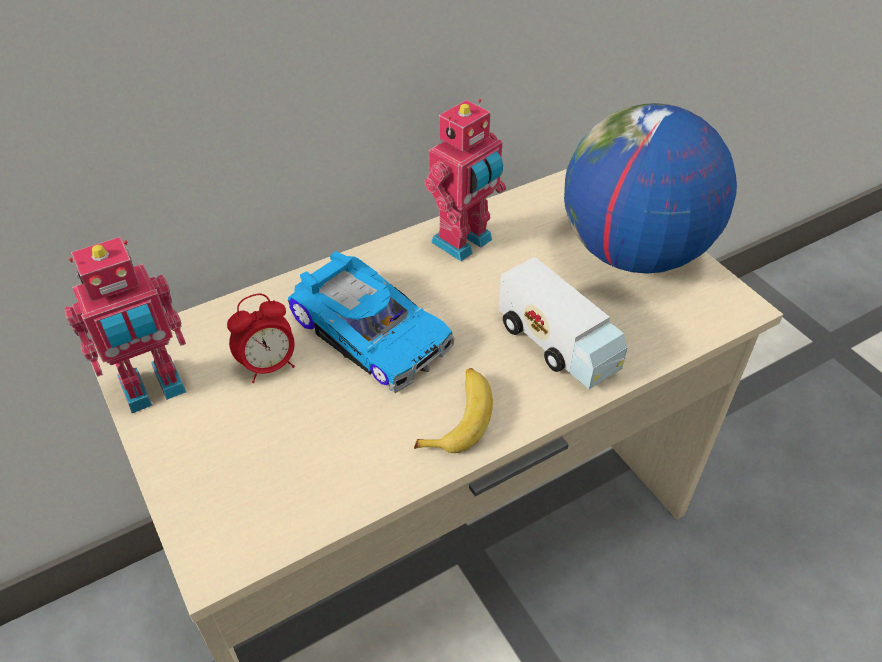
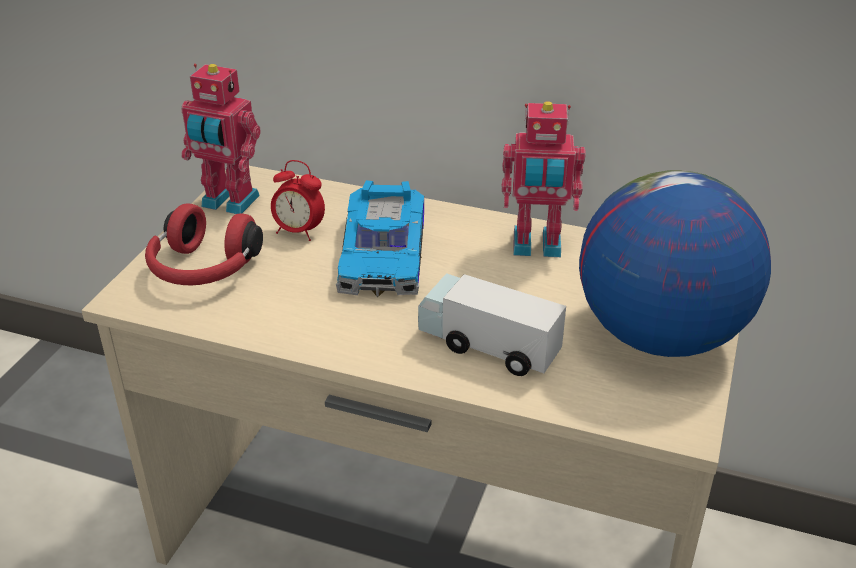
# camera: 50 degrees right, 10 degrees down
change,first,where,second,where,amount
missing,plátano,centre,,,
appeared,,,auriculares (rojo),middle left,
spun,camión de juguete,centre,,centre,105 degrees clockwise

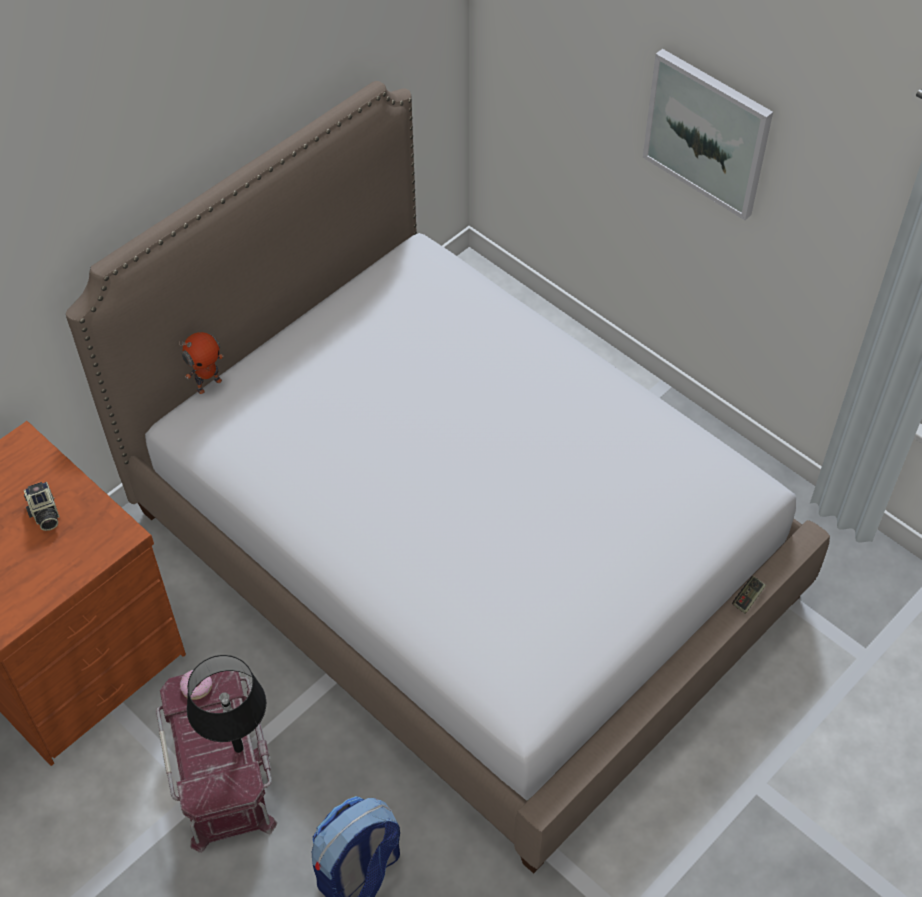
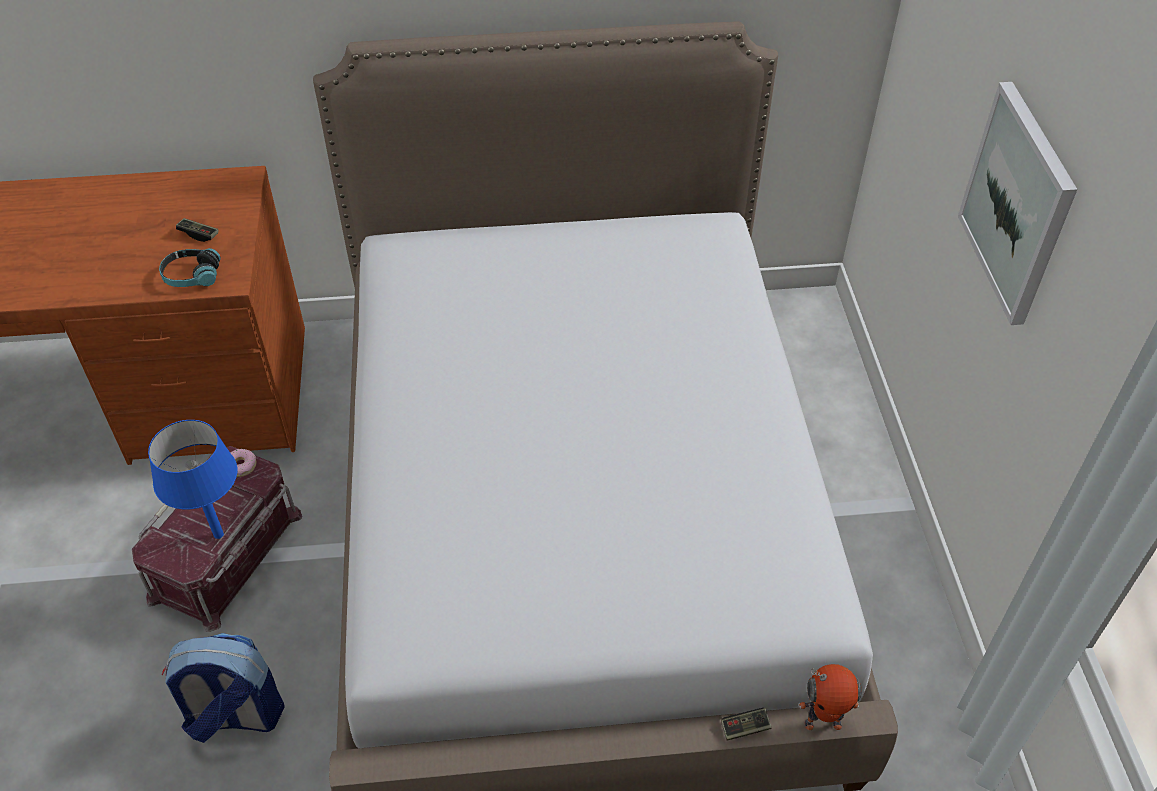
# camera: 40 degrees right, 5 degrees down
change,first,where,second,where,amount
appeared,,,auriculares,middle left,
relocated,robot de juguete,middle left,,bottom right,
exchanged,cámara,middle left,mando de consola (no. 1 from left),top left,
colour,lámpara de mesa (negro),bottom left,lámpara de mesa (azul),middle left,

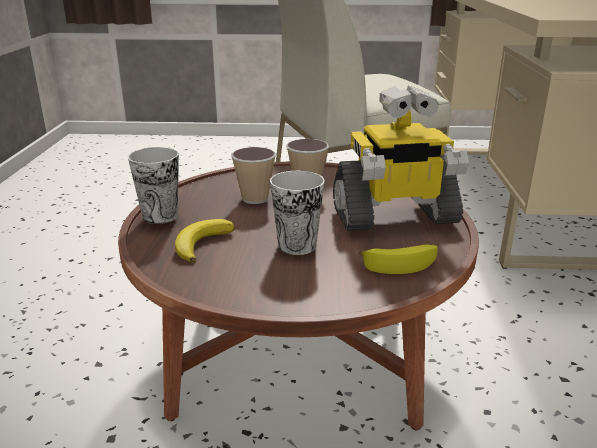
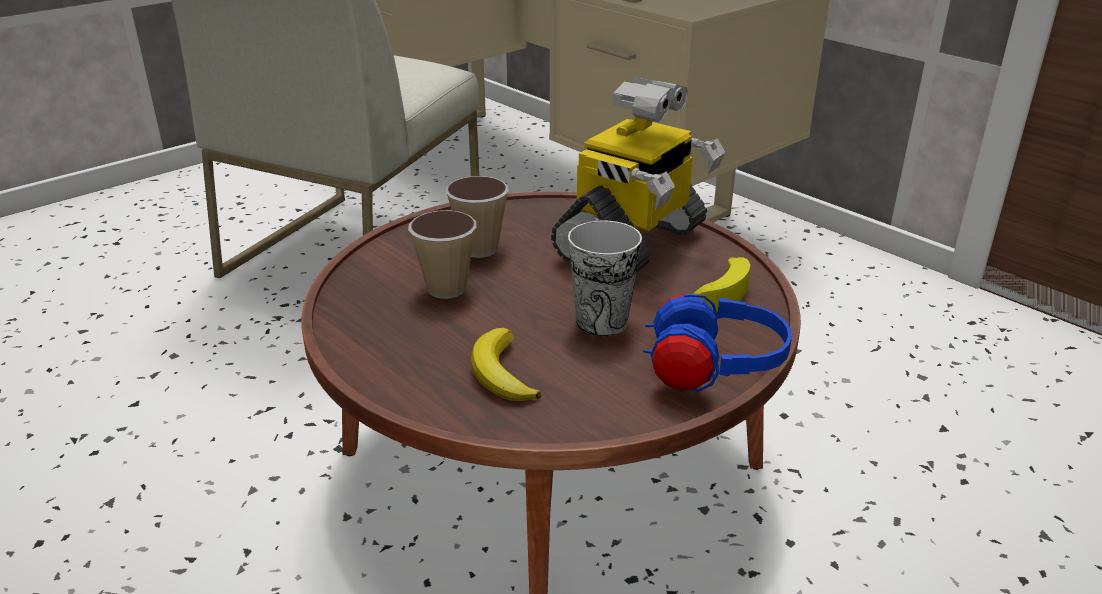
# camera: 45 degrees left, 5 degrees up
change,first,where,second,where,amount
missing,taza (no. 1 from left),middle left,,,
appeared,,,auriculares (azul),centre,

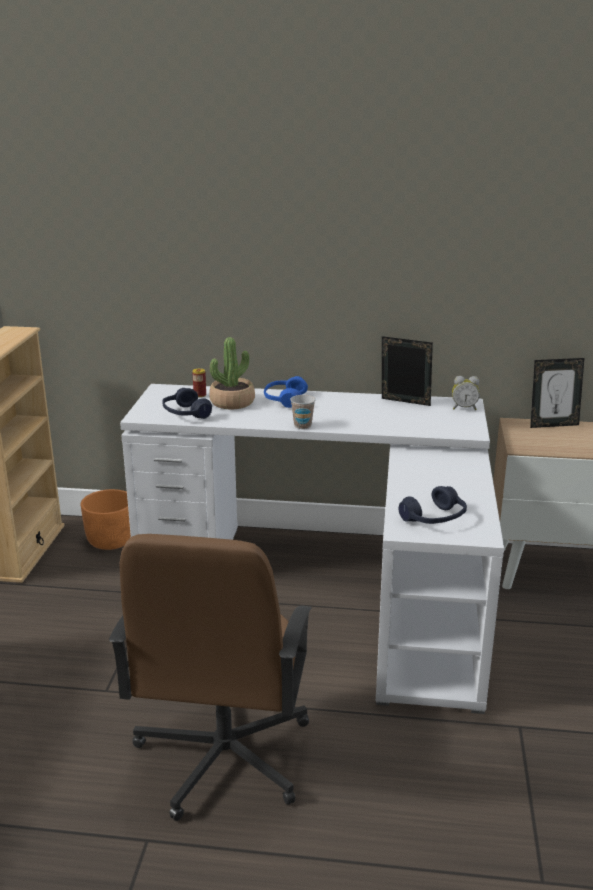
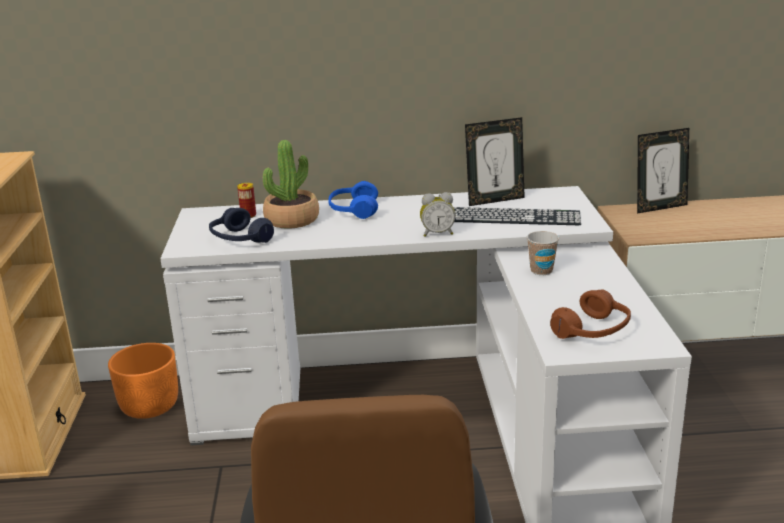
# camera: 10 degrees left, 0 degrees up
change,first,where,second,where,amount
appeared,,,teclado,centre,
relocated,taza,centre,,middle right,
relocated,despertador,middle right,,centre,
colour,auriculares (azul) (no. 3 from left),middle right,auriculares (marrón),middle right,
spun,portarretratos (no. 1 from left),middle right,,top centre,150 degrees clockwise

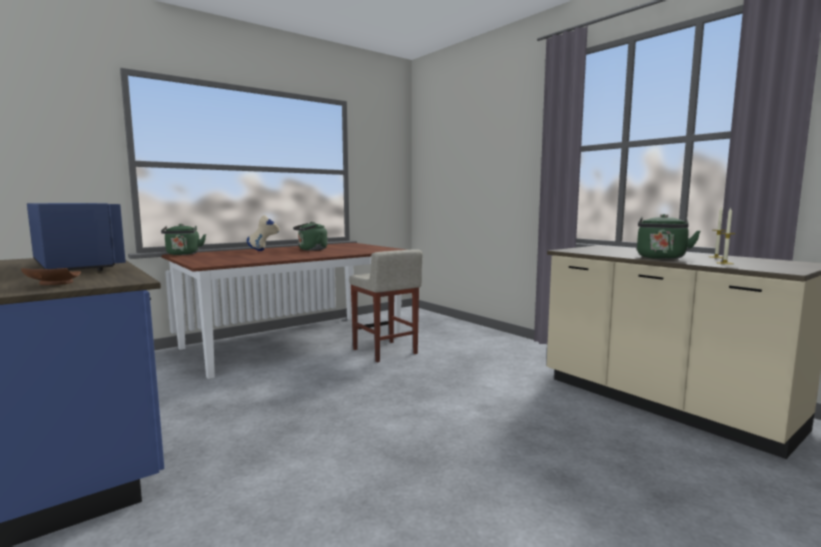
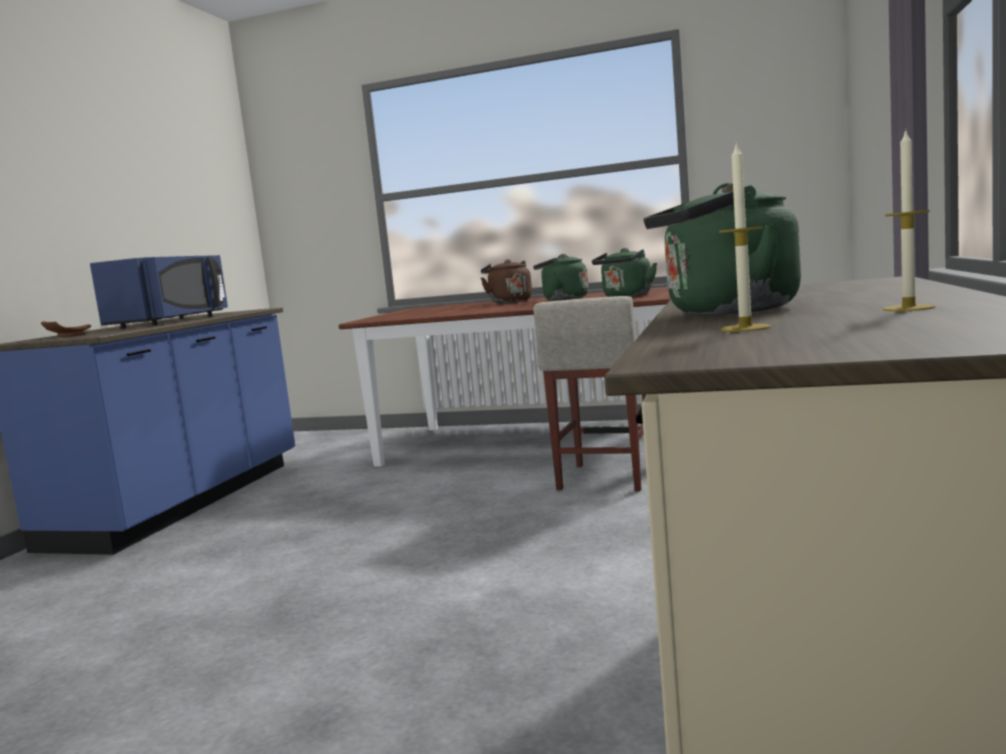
# camera: 55 degrees right, 0 degrees up
change,first,where,second,where,amount
relocated,hervidor (verde) (no. 1 from left in the first image),middle left,hervidor (verde) (no. 2 from left),centre,
exchanged,florero (beis),middle left,hervidor (marrón),centre,

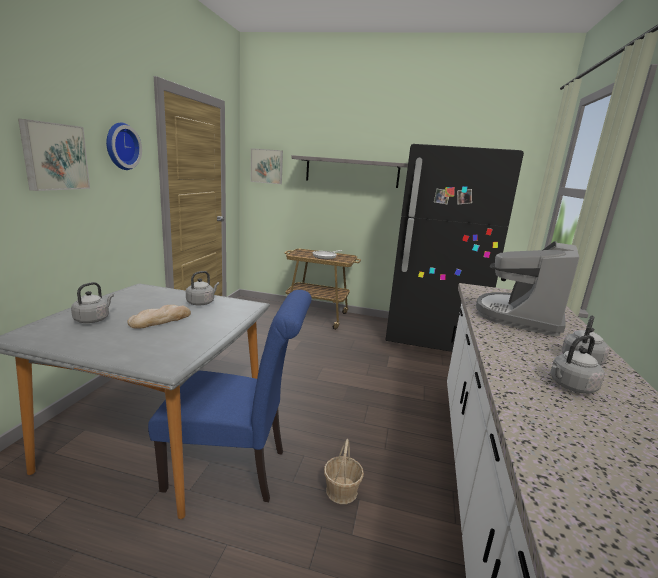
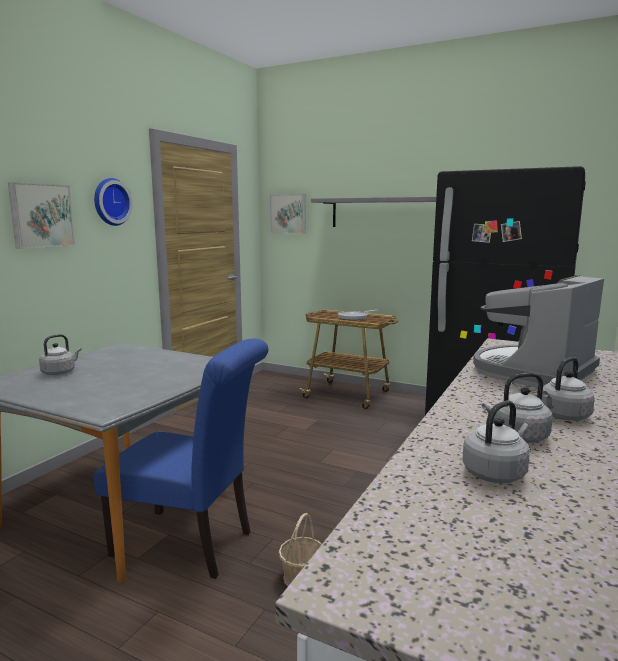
# camera: 15 degrees right, 5 degrees down
change,first,where,second,where,amount
missing,pan,middle left,,,
relocated,hervidor (gris) (no. 2 from left),middle left,,bottom right,

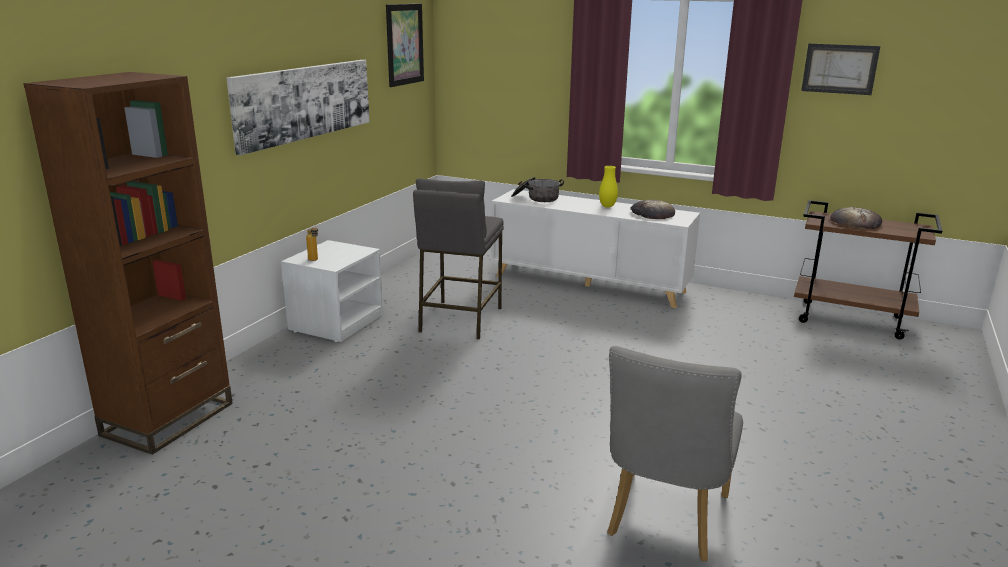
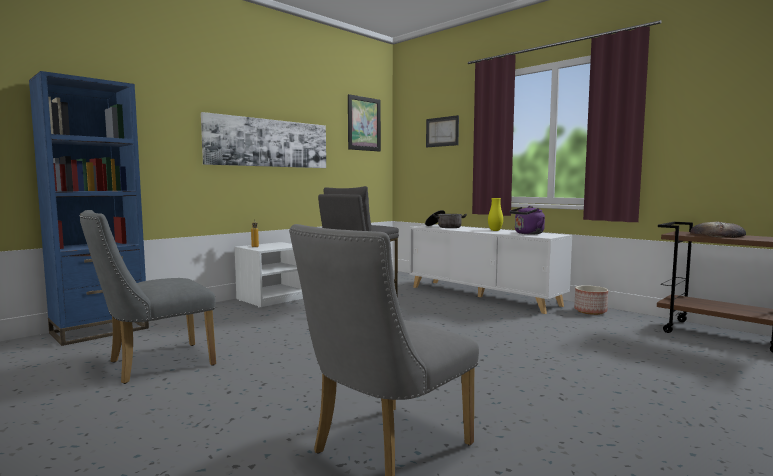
# camera: 20 degrees right, 15 degrees down
change,first,where,second,where,amount
appeared,,,silla (gris) (no. 1 from left),middle left,
appeared,,,maceta,middle right,
relocated,cuadro (no. 3 from left),top right,,top centre,
exchanged,pan (no. 1 from left),centre,hervidor (morado),middle right,
colour,estantería (marrón),middle left,estantería (azul),middle left,

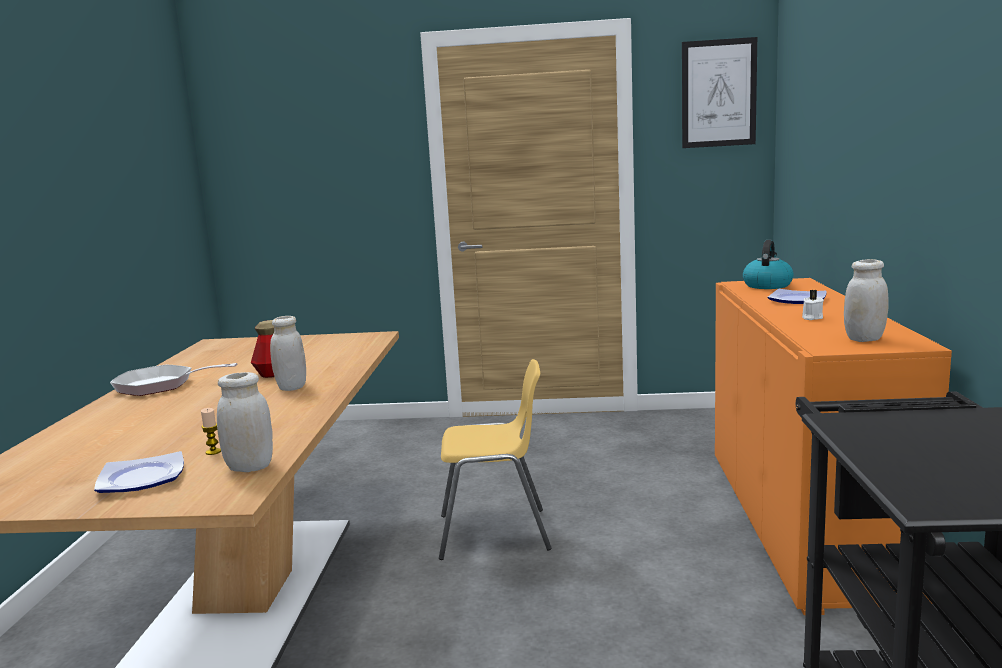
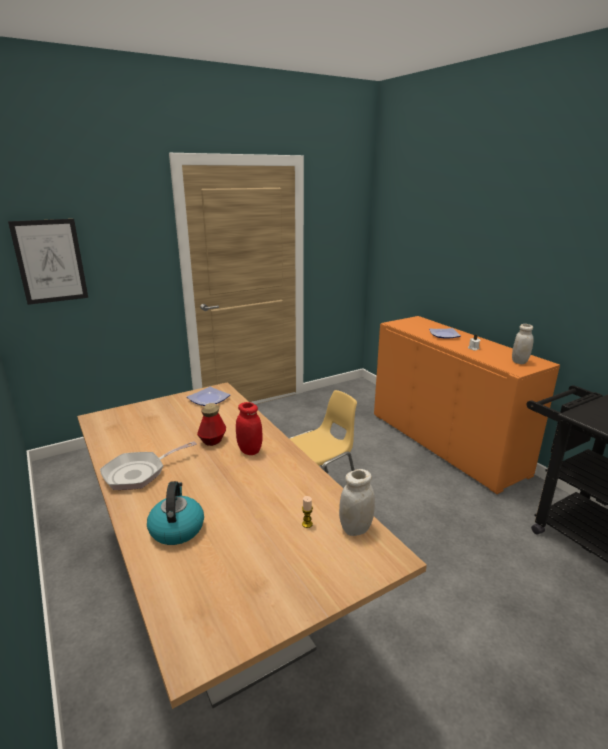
# camera: 35 degrees left, 10 degrees up
change,first,where,second,where,amount
relocated,plato (no. 1 from left),bottom left,,centre,
relocated,cuadro,top right,,middle left,
relocated,hervidor,middle right,,bottom left,
colour,tarro (blanco) (no. 2 from left),middle left,tarro (rojo),centre,

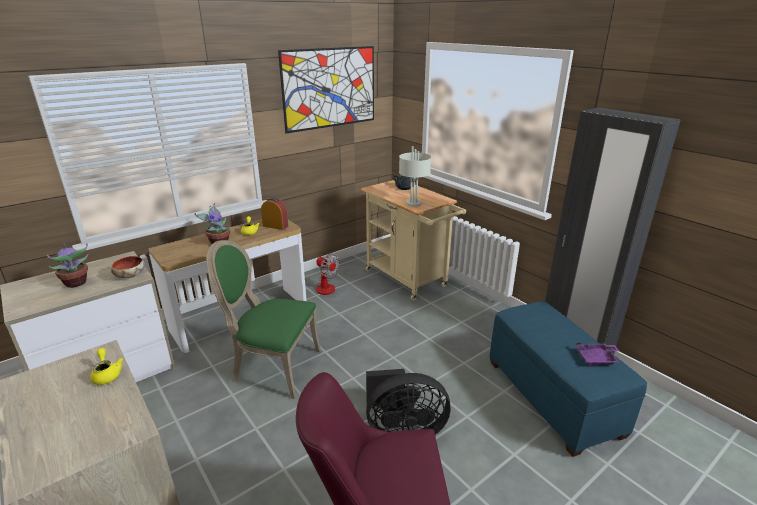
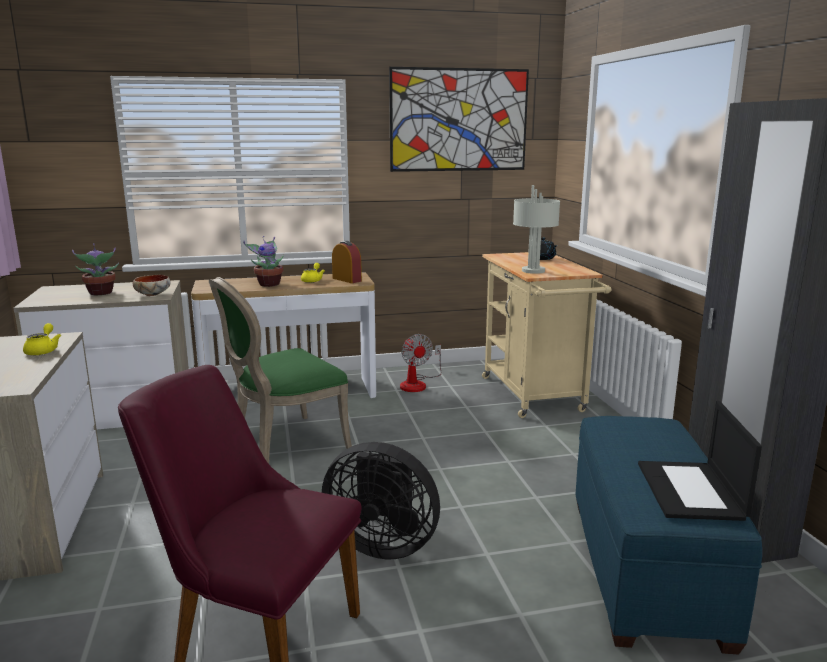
# camera: 25 degrees right, 10 degrees down
change,first,where,second,where,amount
exchanged,bandeja (morado),bottom right,portátil,bottom right,
spun,silla (verde),centre,,centre,75 degrees counterclockwise

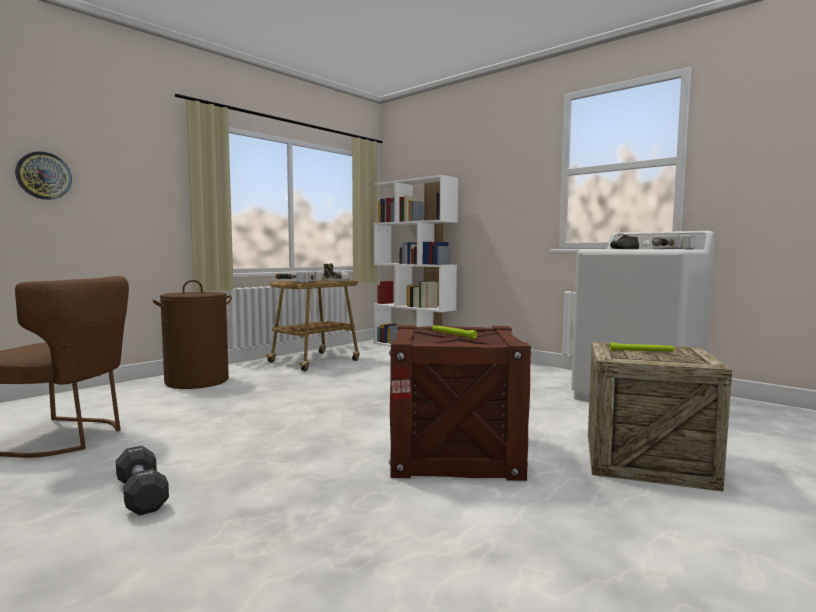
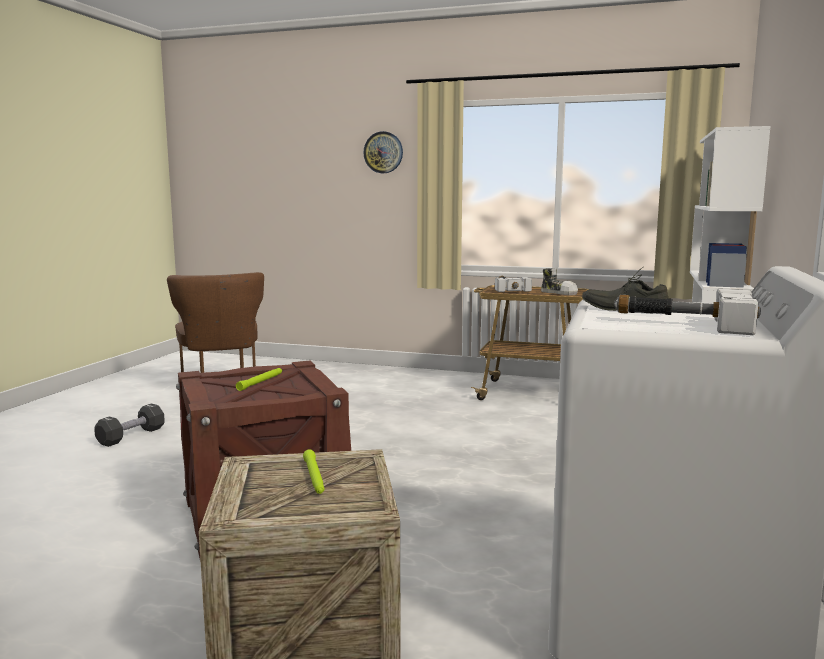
# camera: 65 degrees right, 5 degrees up
change,first,where,second,where,amount
missing,cesto de la ropa (marrón),middle left,,,
relocated,reloj de pared,top left,,top centre,

